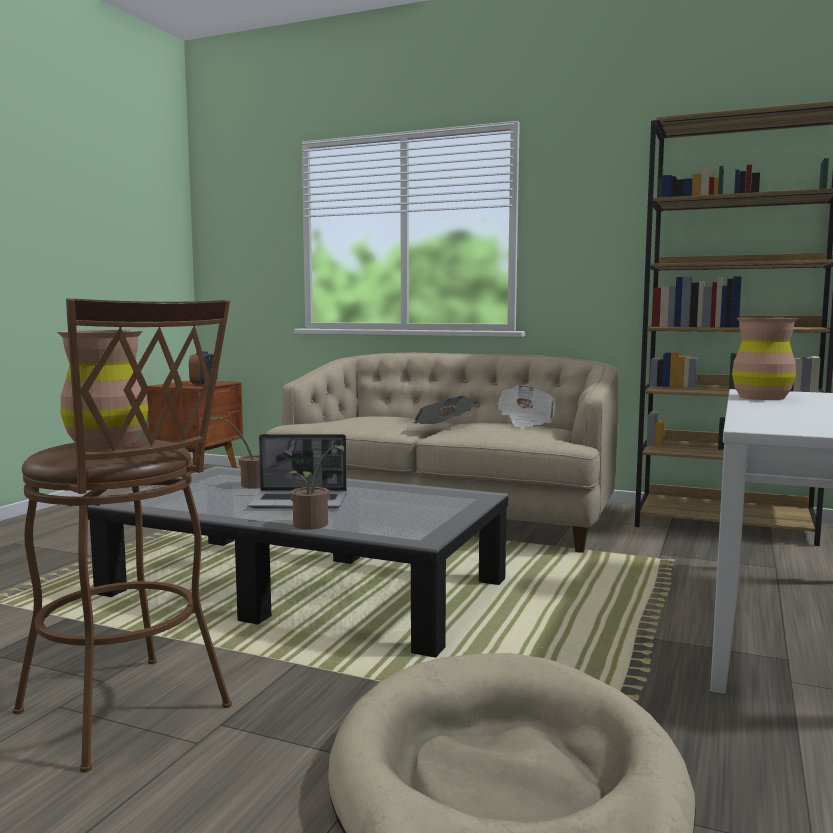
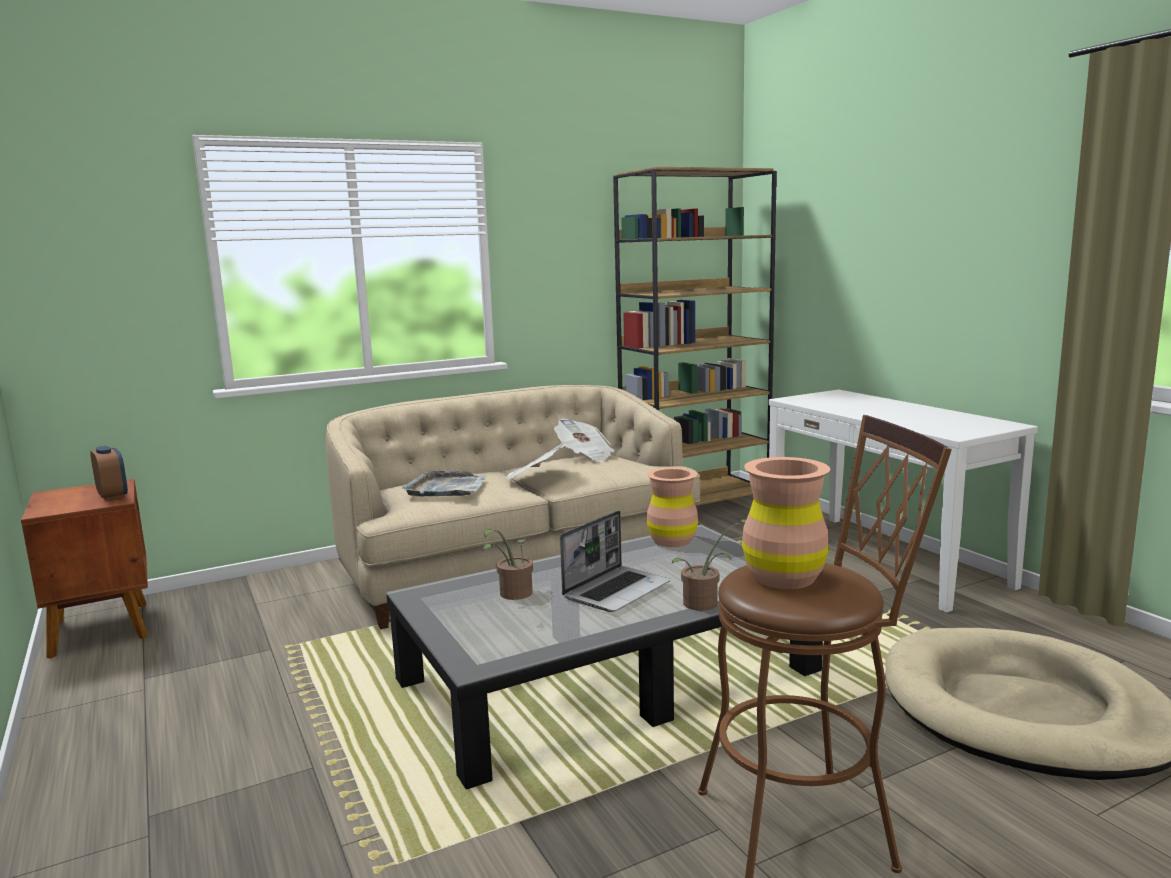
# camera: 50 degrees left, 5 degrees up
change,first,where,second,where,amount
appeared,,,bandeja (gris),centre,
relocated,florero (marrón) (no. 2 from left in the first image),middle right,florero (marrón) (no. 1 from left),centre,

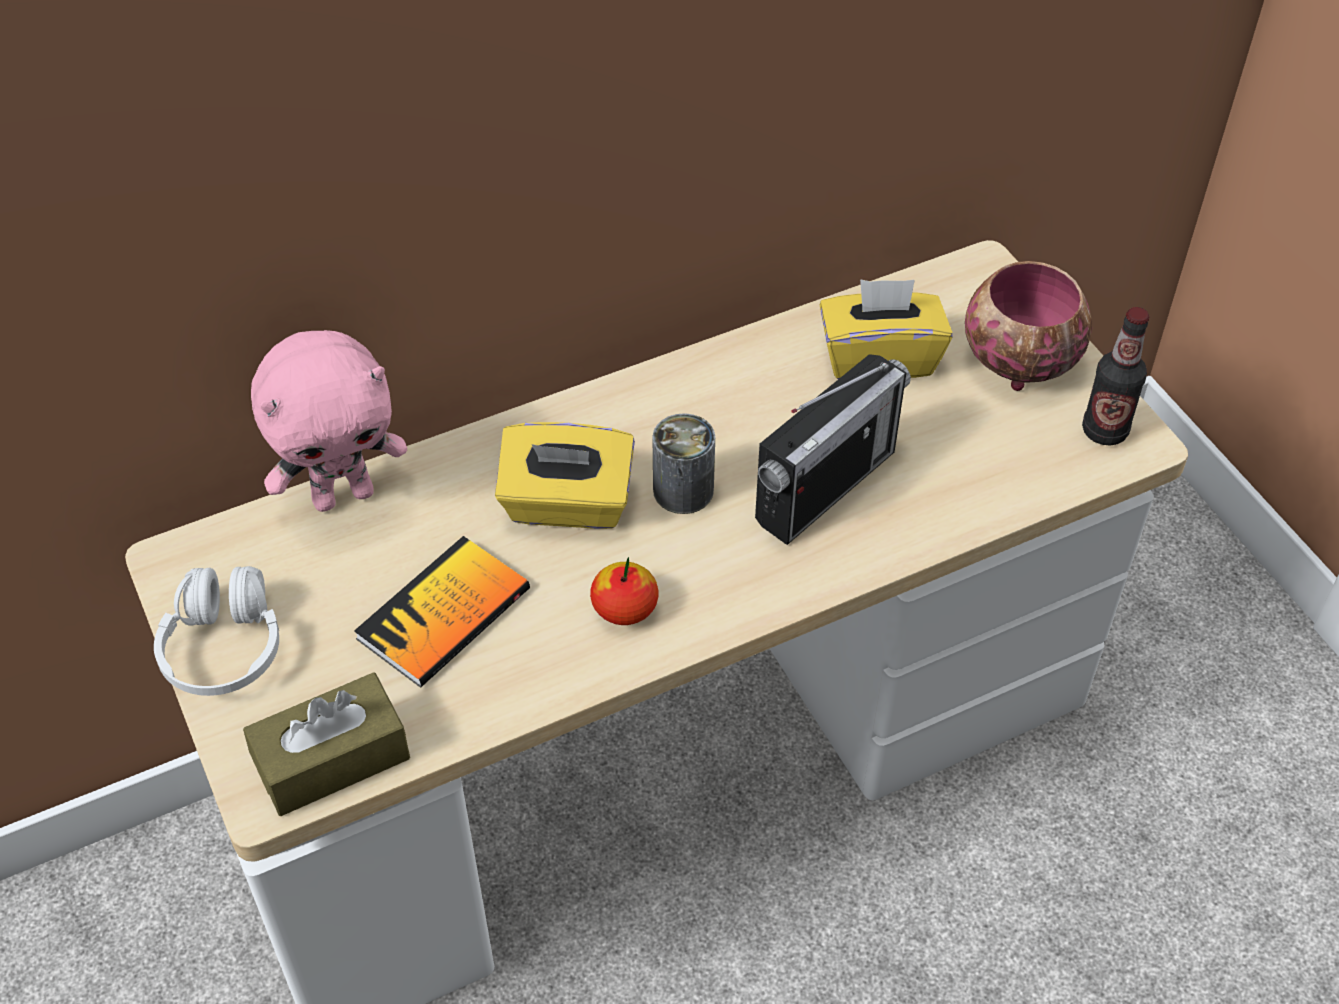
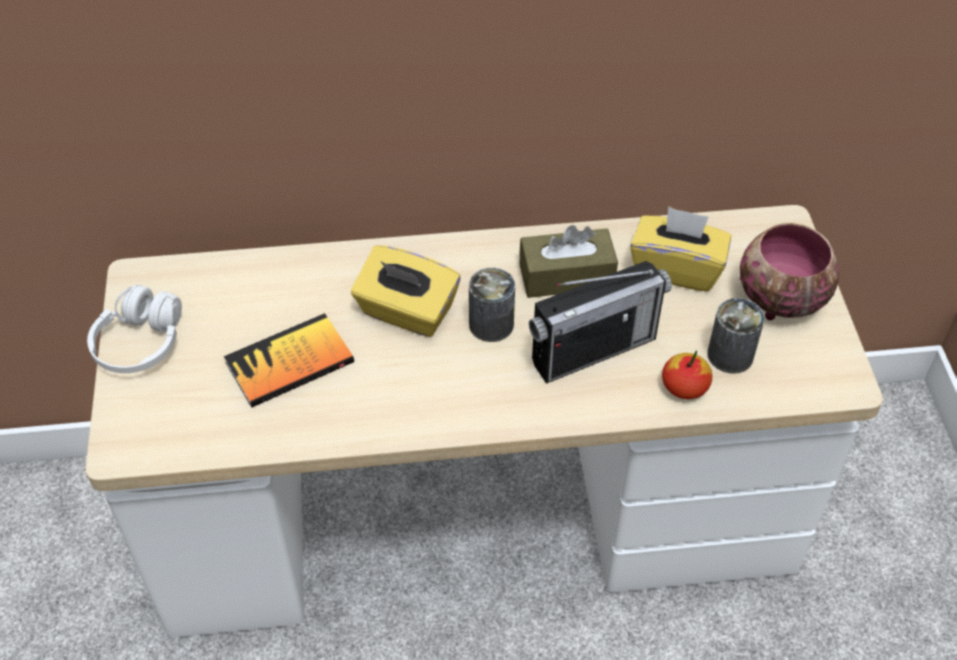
# camera: 20 degrees right, 0 degrees up
change,first,where,second,where,amount
missing,peluche (rosa),middle left,,,
missing,botella,middle right,,,
appeared,,,lata (no. 2 from left),middle right,
relocated,caja de pañuelos (marrón),bottom left,,centre,
relocated,manzana,centre,,middle right,

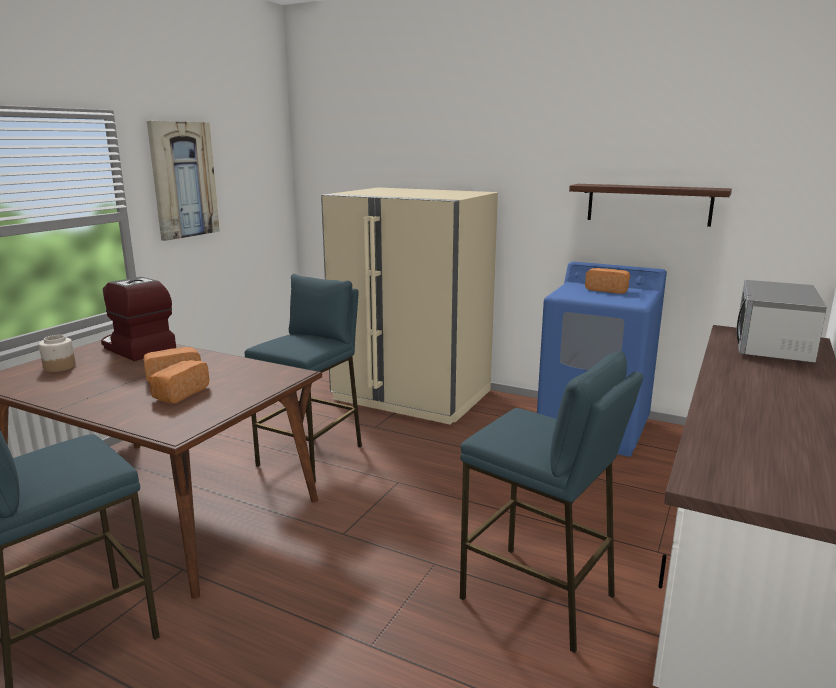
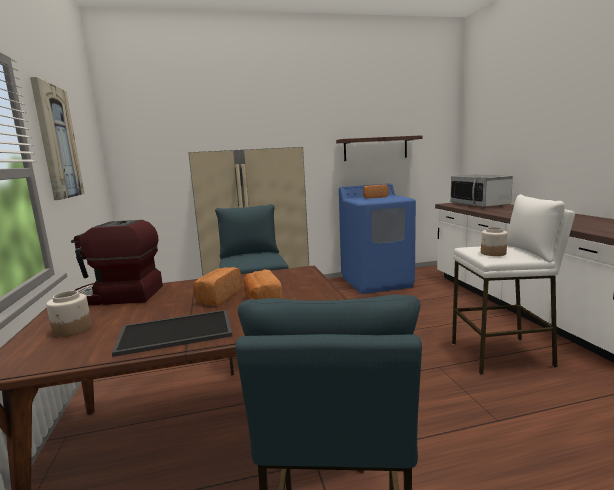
# camera: 40 degrees left, 5 degrees down
change,first,where,second,where,amount
appeared,,,bandeja,bottom left,
appeared,,,tarro (no. 2 from left),middle right,
colour,taburete (azul) (no. 3 from left),bottom centre,taburete (blanco),middle right,

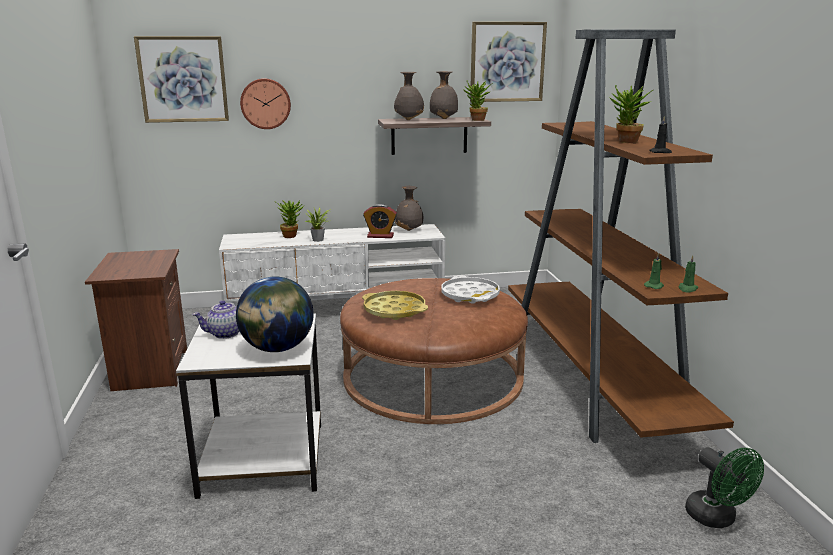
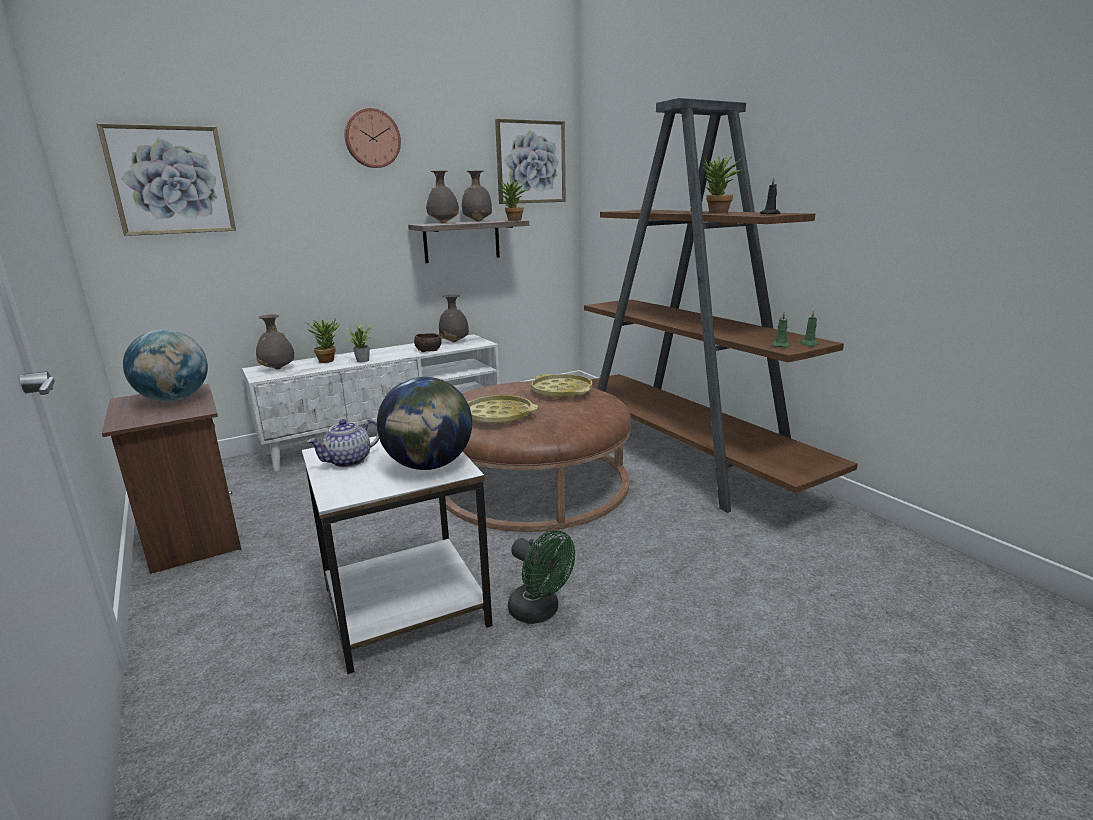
# camera: 20 degrees left, 0 degrees up
change,first,where,second,where,amount
appeared,,,globo terráqueo (no. 1 from left),middle left,
appeared,,,florero (gris) (no. 1 from left),middle left,
relocated,reloj de pared,top left,,top centre,
relocated,ventilador (verde),bottom right,,bottom centre,
exchanged,despertador,centre,cuenco (marrón),centre,
colour,bandeja (blanco),centre,bandeja (amarillo) (no. 2 from left),centre,

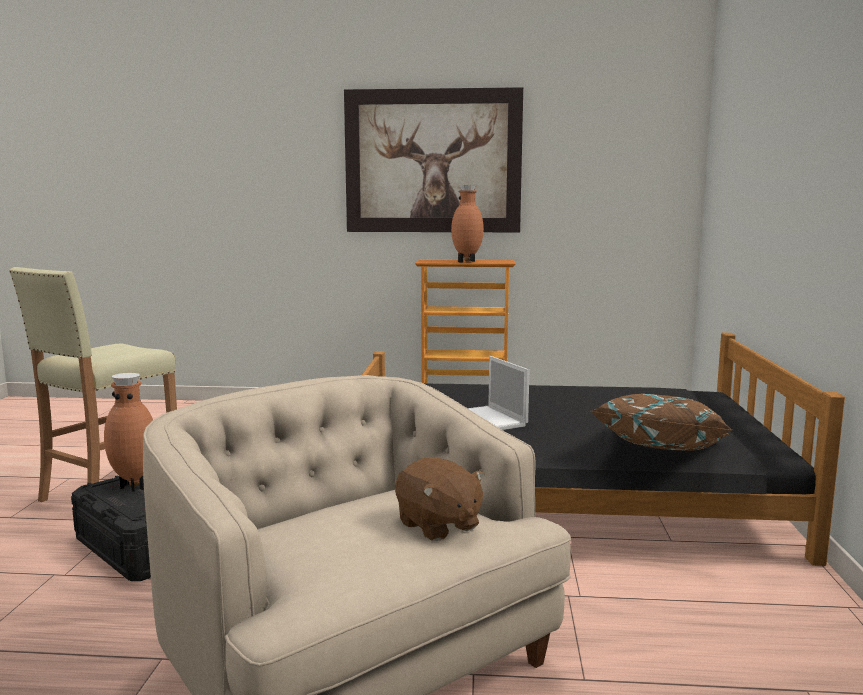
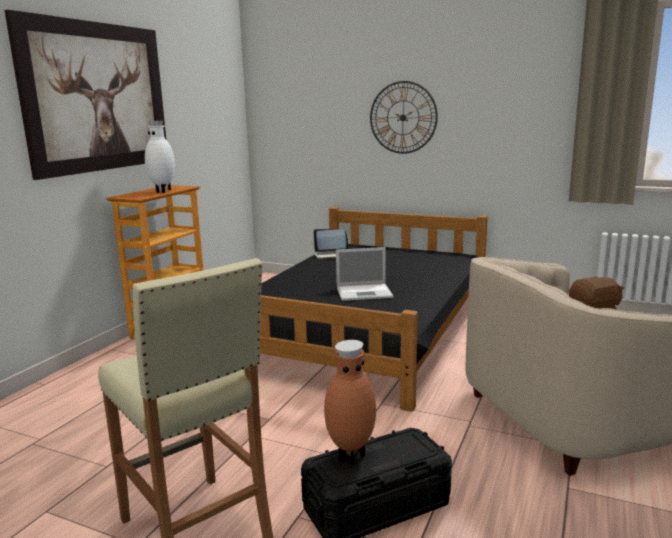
# camera: 70 degrees left, 5 degrees up
change,first,where,second,where,amount
missing,cojín (marrón),middle right,,,
appeared,,,portátil (no. 1 from left),centre,
appeared,,,reloj de pared,top centre,
colour,florero (marrón) (no. 2 from left),top centre,florero (blanco),top left,

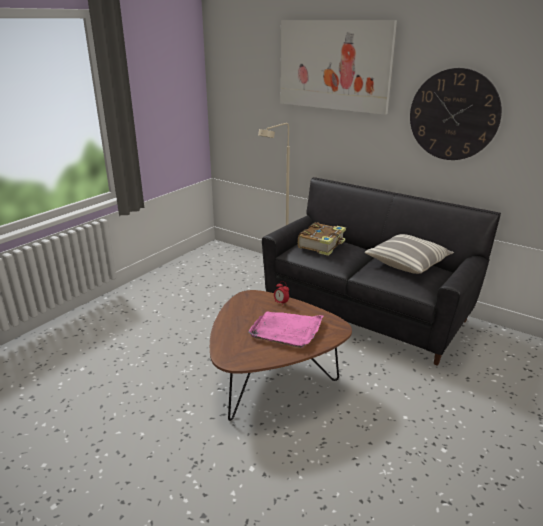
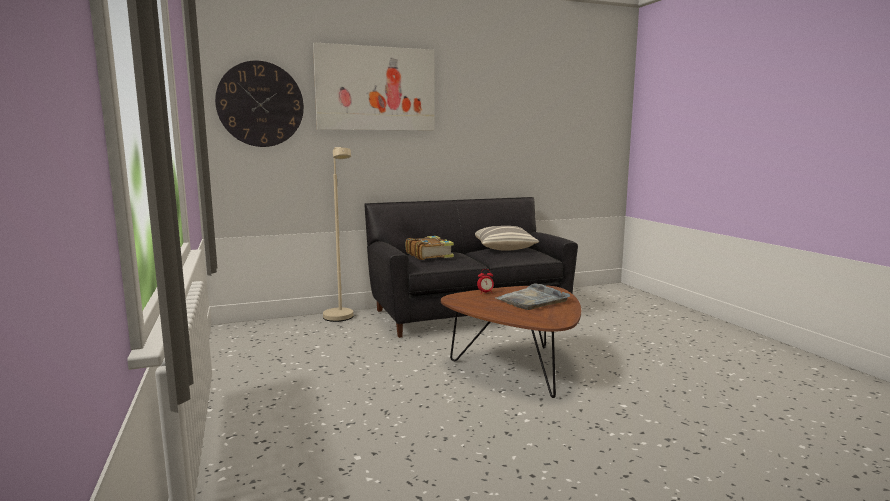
# camera: 55 degrees left, 15 degrees down
change,first,where,second,where,amount
relocated,reloj de pared,top right,,top left,
colour,bandeja (rosa),centre,bandeja (gris),centre,

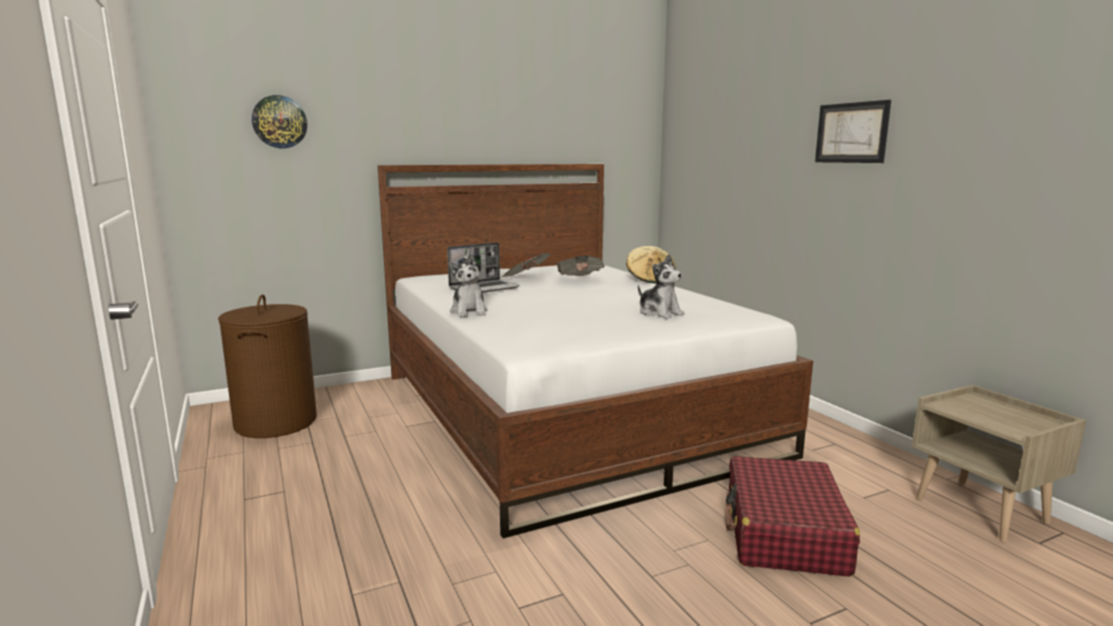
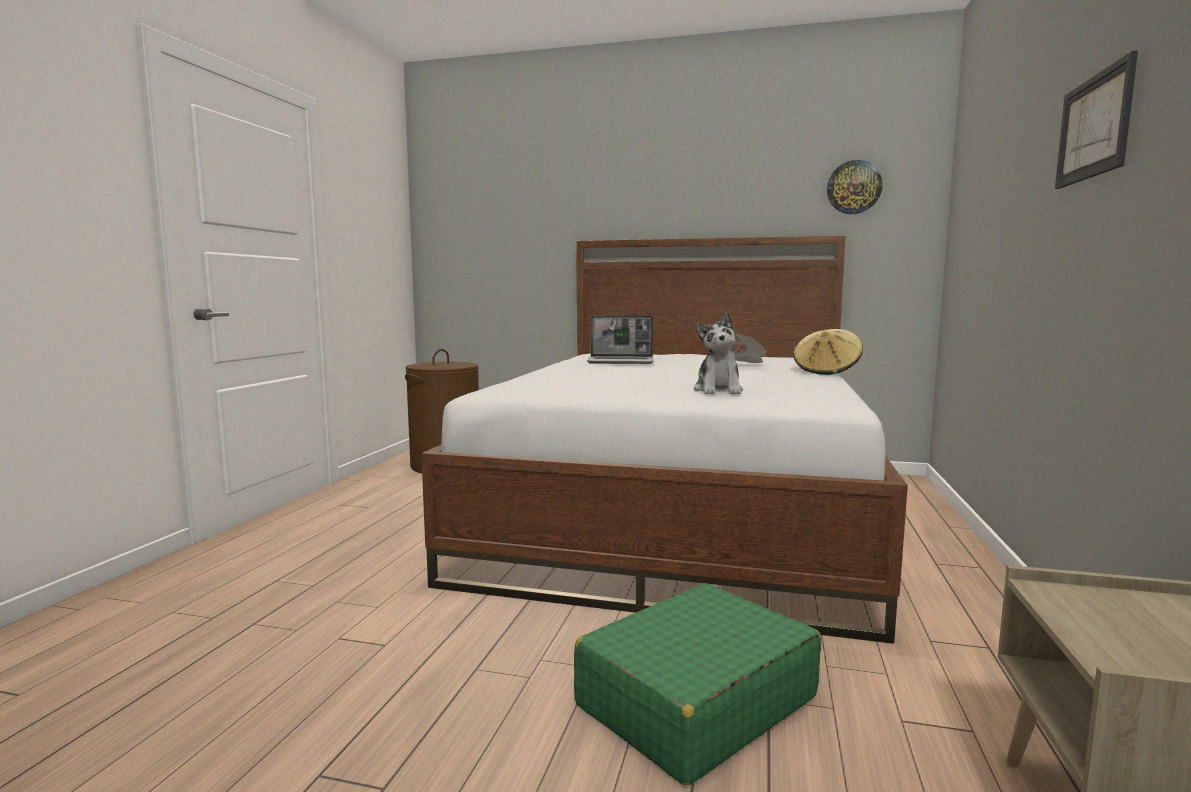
# camera: 40 degrees right, 5 degrees down
change,first,where,second,where,amount
missing,peluche (no. 1 from left),centre,,,
missing,periódico (no. 1 from left),centre,,,
relocated,reloj de pared,top left,,top right,
colour,maleta (rojo),bottom right,maleta (verde),bottom centre,

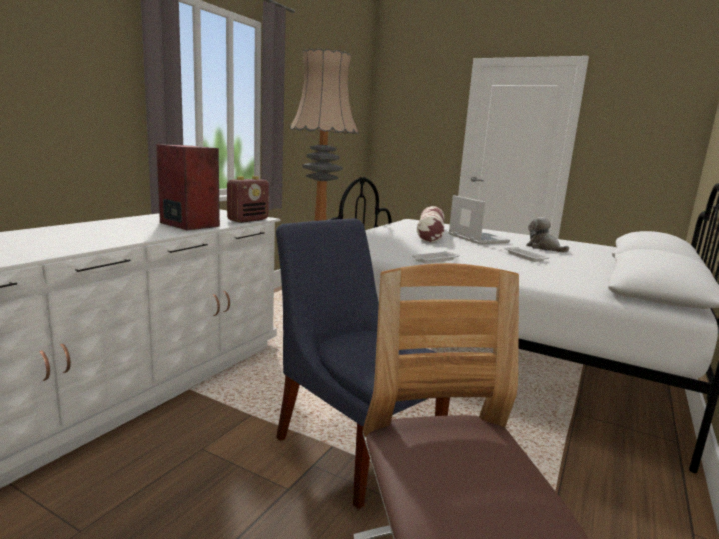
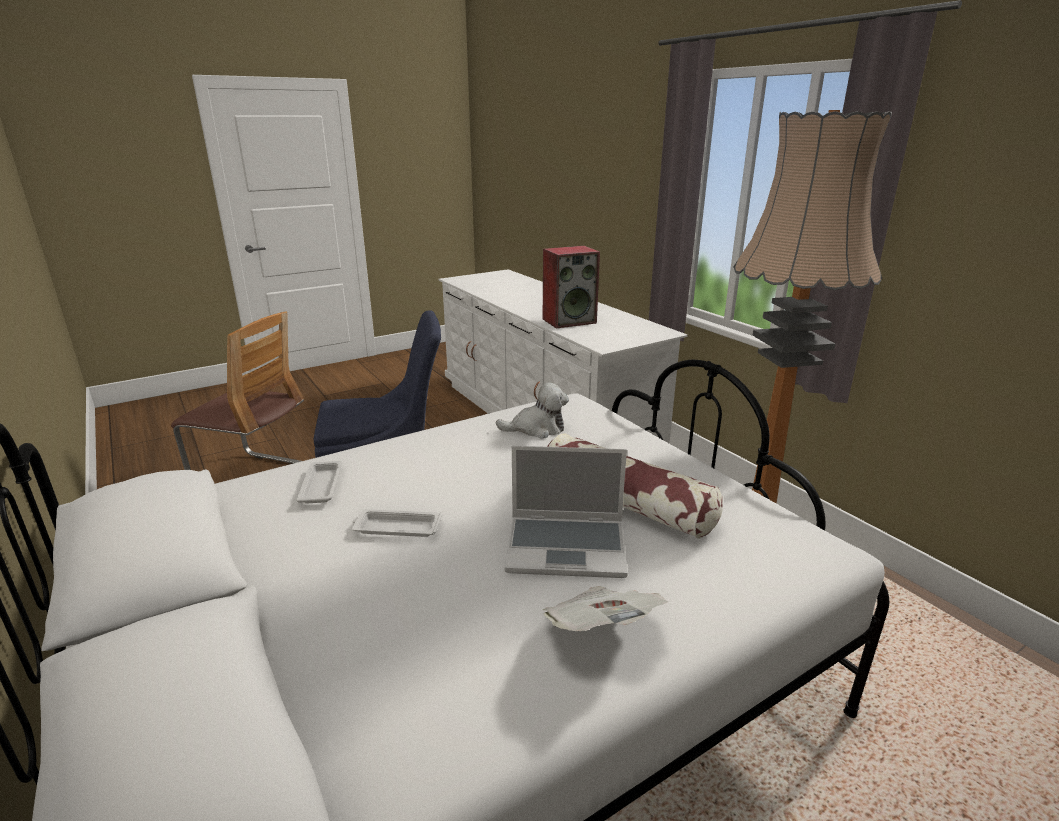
# camera: 120 degrees right, 10 degrees up
change,first,where,second,where,amount
missing,radio,centre,,,
appeared,,,periódico,bottom centre,
relocated,bandeja (blanco) (no. 1 from left),centre,,middle left,
relocated,peluche,middle right,,centre,

